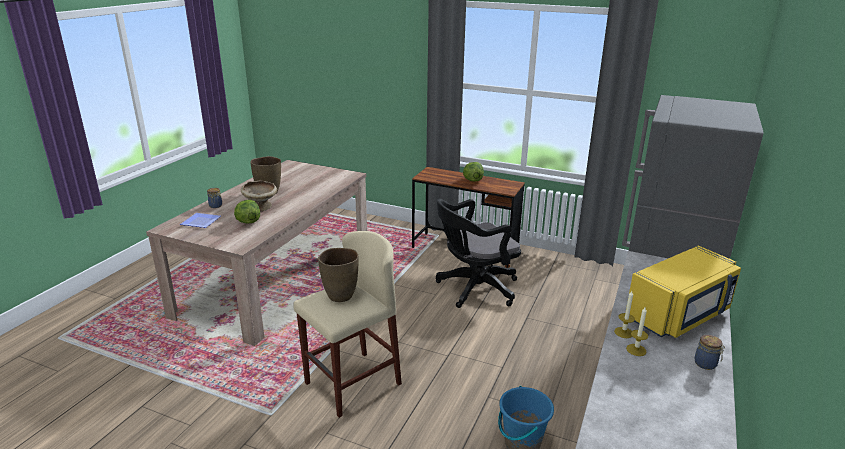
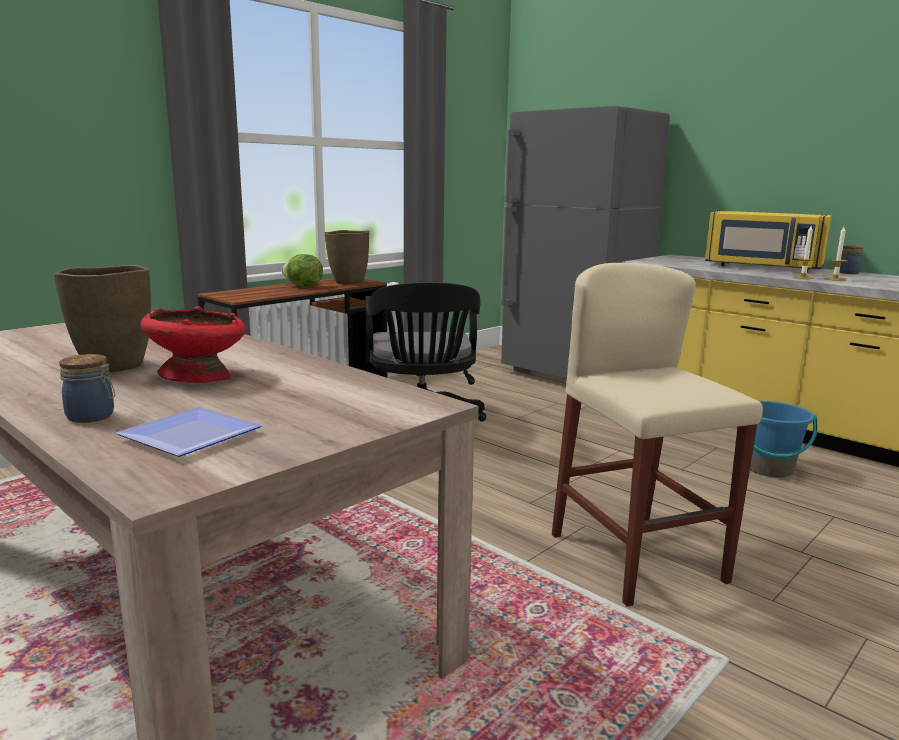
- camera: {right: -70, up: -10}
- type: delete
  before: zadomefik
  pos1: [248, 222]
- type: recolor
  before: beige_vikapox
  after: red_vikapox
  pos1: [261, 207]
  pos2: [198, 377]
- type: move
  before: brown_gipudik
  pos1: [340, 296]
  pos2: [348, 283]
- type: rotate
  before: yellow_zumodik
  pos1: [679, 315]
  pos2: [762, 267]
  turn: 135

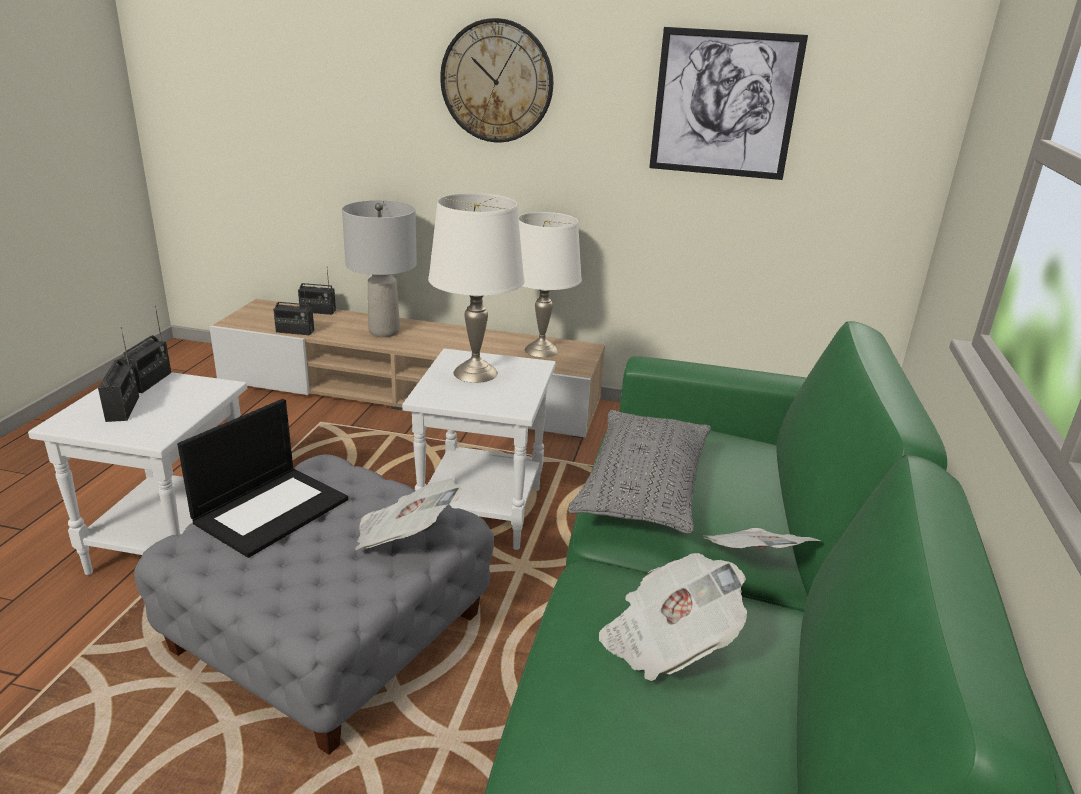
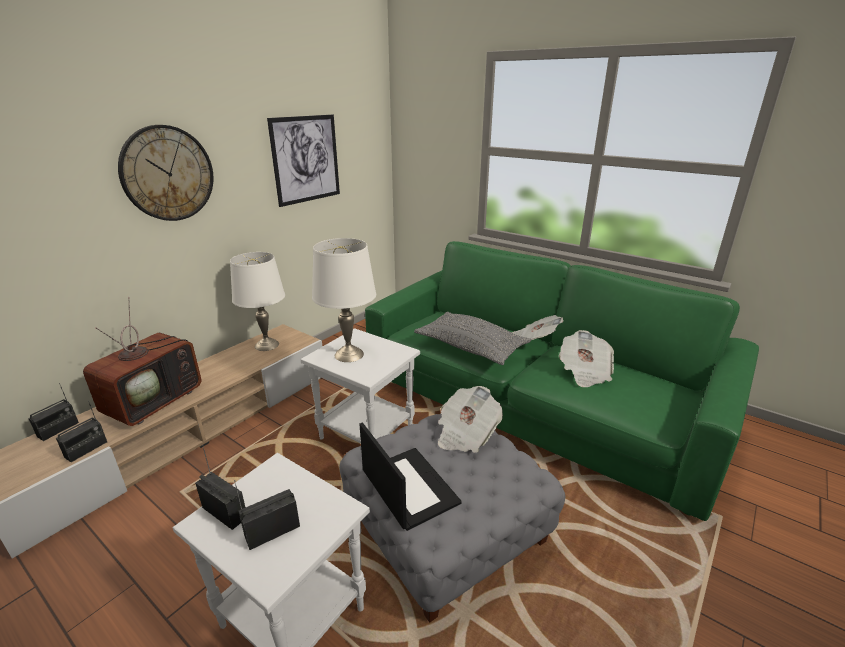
- camera: {right: -65, up: 0}
- type: rotate
  before: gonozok
  pos1: [123, 409]
  pos2: [272, 531]
  turn: -45
- type: replace
  before: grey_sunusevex
  after: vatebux
  pos1: [384, 331]
  pos2: [155, 400]

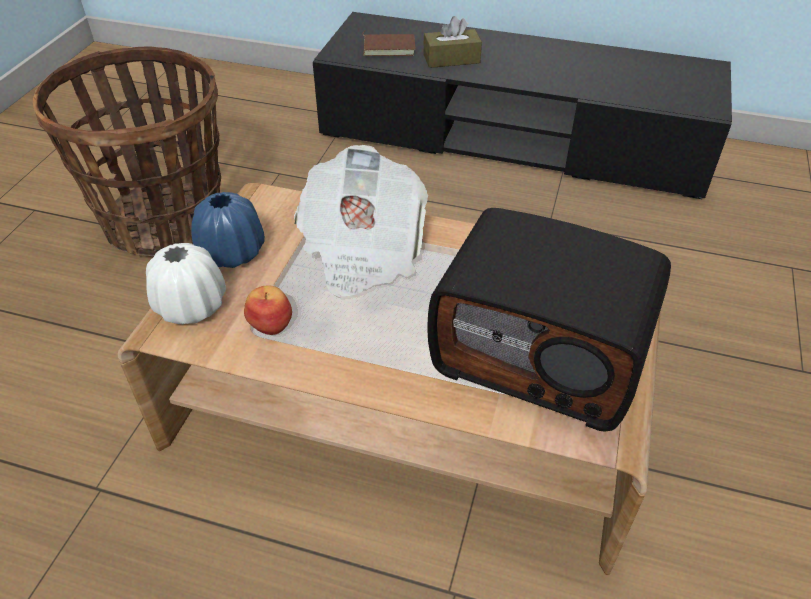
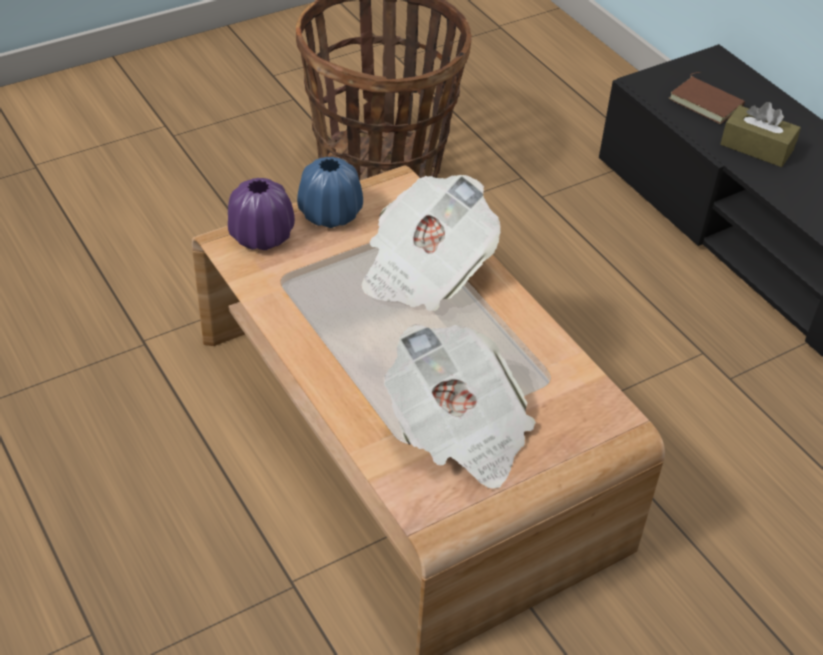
- camera: {right: 40, up: 0}
- type: recolor
  before: white_gipudik
  after: purple_gipudik
  pos1: [191, 307]
  pos2: [261, 236]
- type: delete
  before: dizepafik
  pos1: [271, 323]
- type: replace
  before: gonozok
  after: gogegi
  pos1: [542, 353]
  pos2: [459, 431]

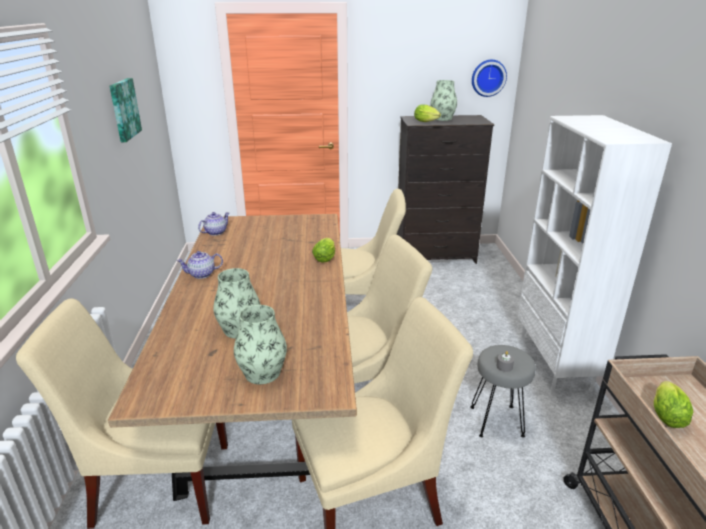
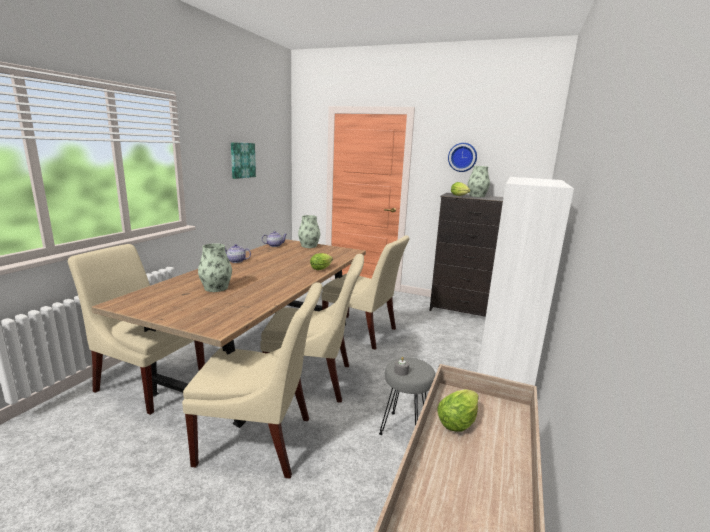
- camera: {right: 25, up: -10}
- type: move
  before: gipudik
  pos1: [262, 373]
  pos2: [309, 246]
- type: move
  before: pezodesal
  pos1: [488, 78]
  pos2: [462, 157]

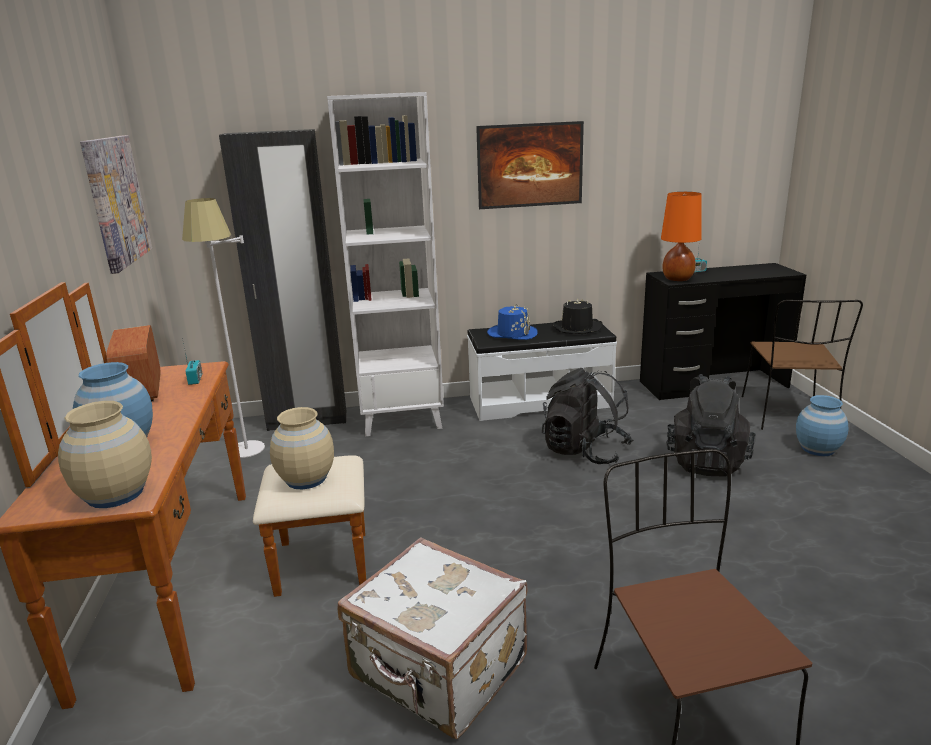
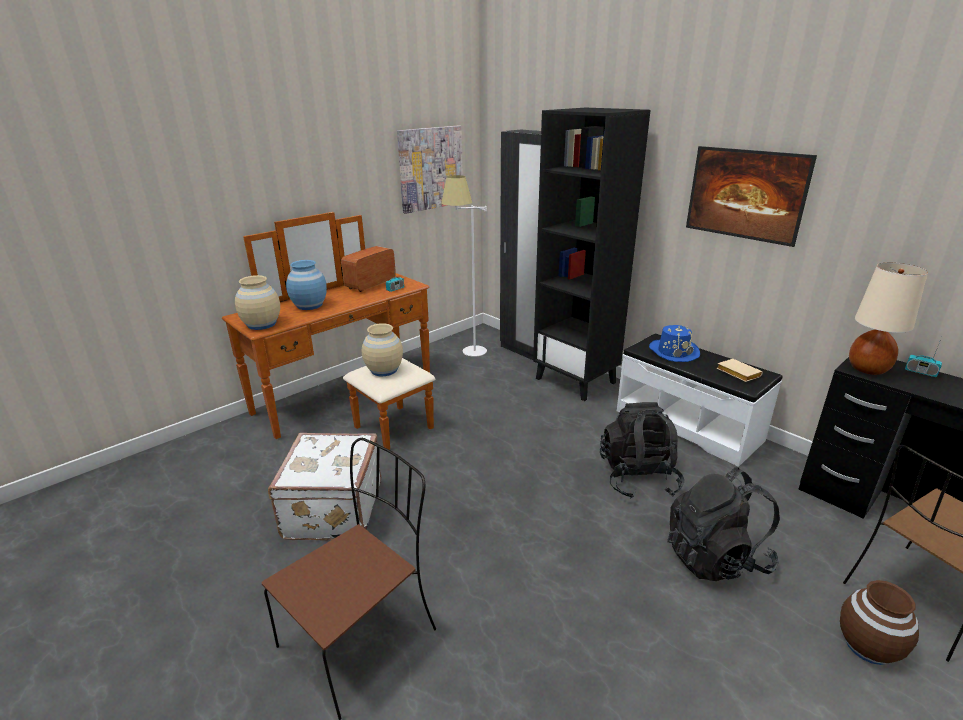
- camera: {right: 55, up: 5}
- type: recolor
  before: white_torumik
  after: black_torumik
  pos1: [402, 418]
  pos2: [576, 380]
- type: replace
  before: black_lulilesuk
  after: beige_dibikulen
  pos1: [577, 328]
  pos2: [736, 373]
- type: recolor
  before: orange_sunusevex
  after: beige_sunusevex
  pos1: [677, 279]
  pos2: [867, 369]
- type: recolor
  before: blue_gipudik
  after: brown_gipudik
  pos1: [817, 449]
  pos2: [868, 646]

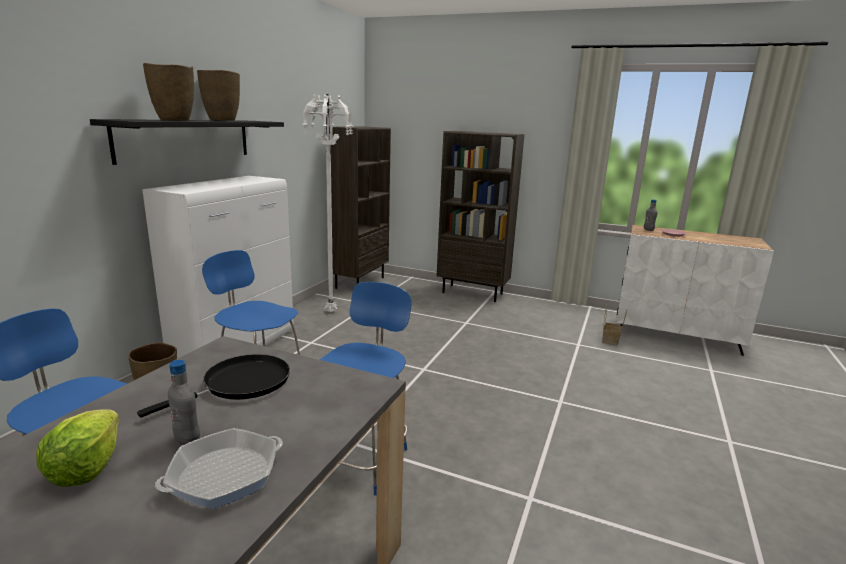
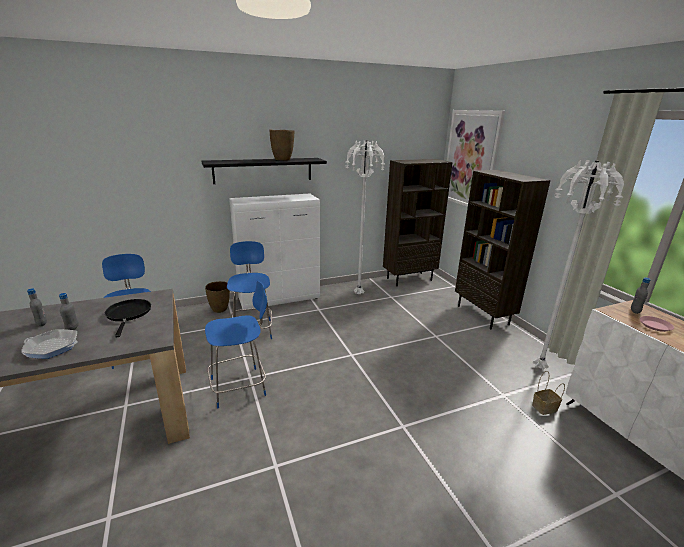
- camera: {right: 45, up: 5}
- type: replace
  before: zadomefik
  after: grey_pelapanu
  pos1: [87, 468]
  pos2: [42, 323]
- type: rotate
  before: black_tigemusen
  pos1: [241, 384]
  pos2: [128, 314]
  turn: -105
- type: delete
  before: brown_gipudik
  pos1: [174, 120]
- type: insert
  after: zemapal
  pos2: [471, 159]
- type: insert
  after: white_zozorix
  pos2: [540, 369]

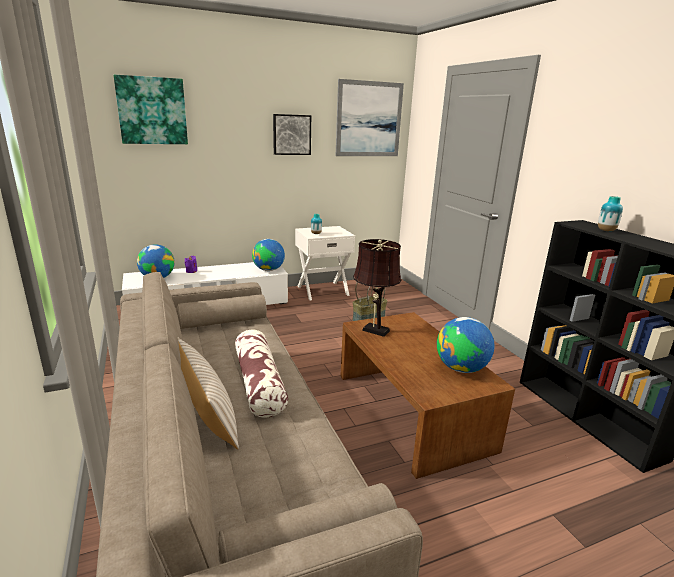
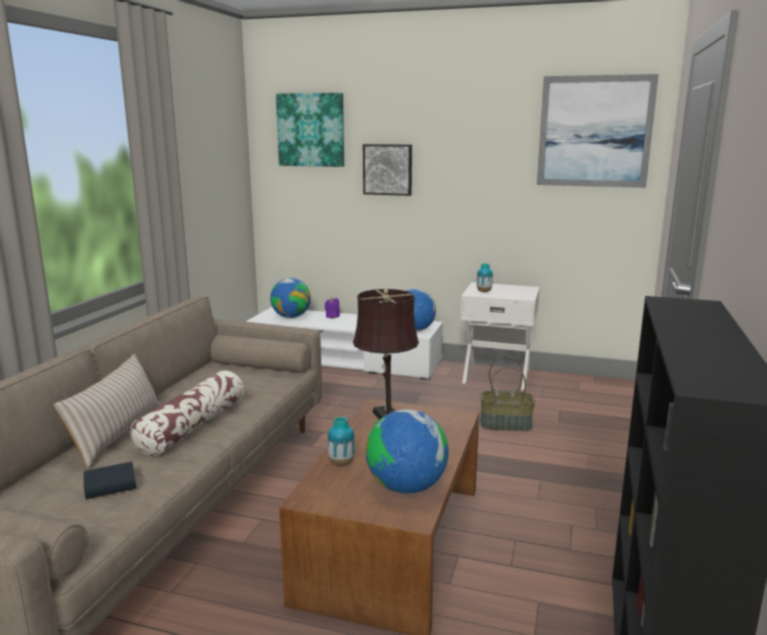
- camera: {right: 40, up: -5}
- type: move
  before: zemapal
  pos1: [291, 134]
  pos2: [388, 169]
- type: move
  before: gipudik
  pos1: [606, 230]
  pos2: [341, 463]
- type: insert
  after: dibikulen
  pos2: [110, 486]

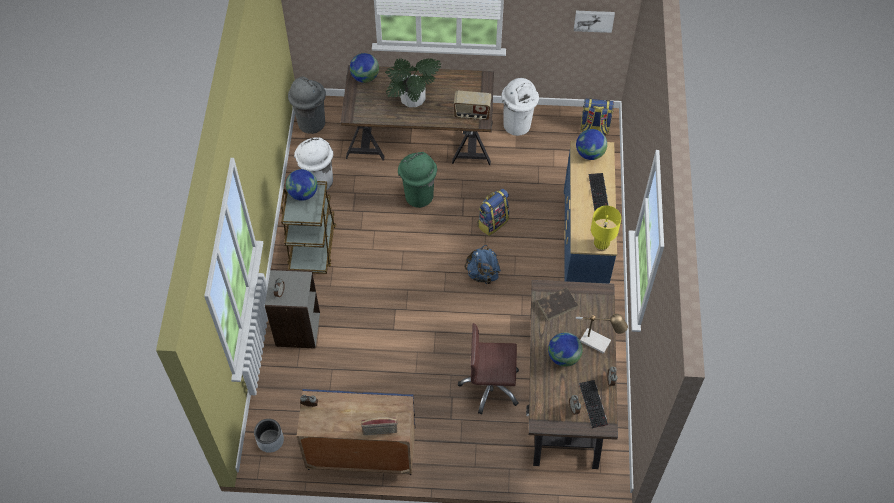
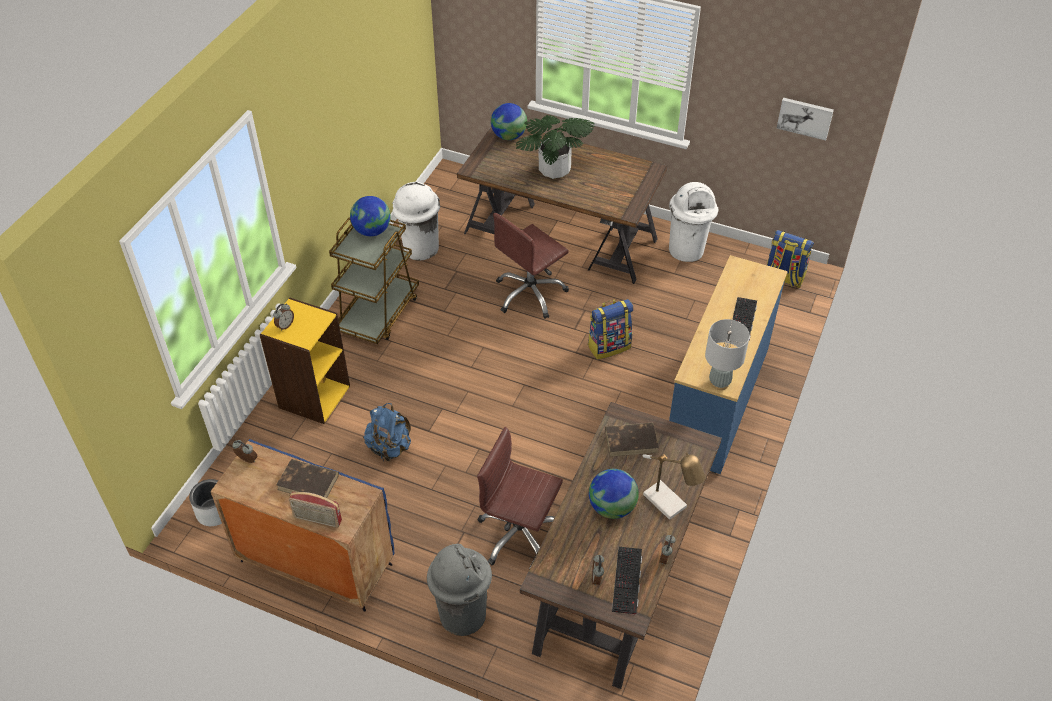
- camera: {right: 20, up: -10}
- type: recolor
  before: grey_torumik
  after: yellow_torumik
  pos1: [297, 329]
  pos2: [313, 396]
- type: move
  before: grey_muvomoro
  pos1: [311, 122]
  pos2: [462, 614]
- type: replace
  before: green_muvomoro
  after: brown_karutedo
  pos1: [418, 196]
  pos2: [530, 294]
- type: delete
  before: gonozok
  pos1: [472, 114]
- type: move
  before: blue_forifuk
  pos1: [483, 274]
  pos2: [389, 448]
- type: delete
  before: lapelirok
  pos1: [590, 153]
- type: recolor
  before: yellow_sunusevex
  after: grey_sunusevex
  pos1: [601, 245]
  pos2: [719, 383]
- type: insert
  after: brown_dibikulen
  pos2: [309, 482]

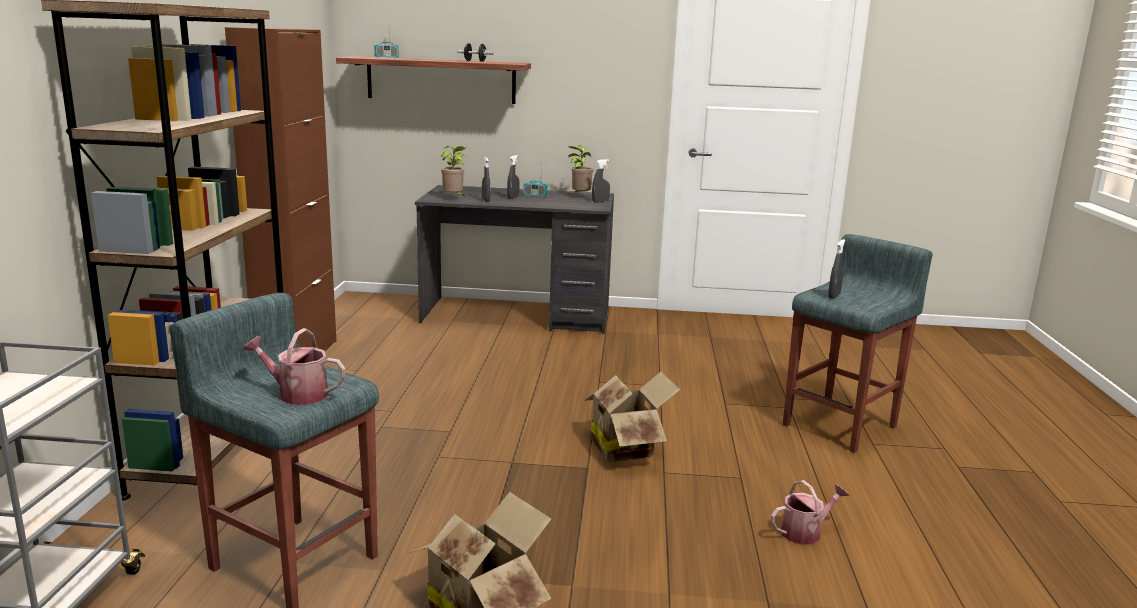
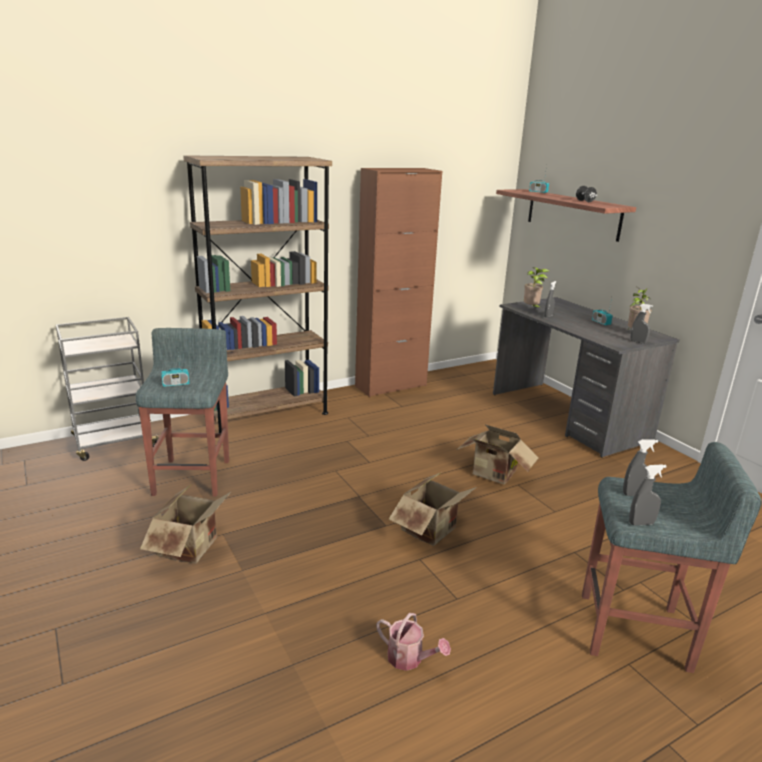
- camera: {right: 55, up: 5}
- type: replace
  before: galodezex
  after: gonozok
  pos1: [297, 394]
  pos2: [175, 384]
- type: move
  before: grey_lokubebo
  pos1: [513, 198]
  pos2: [641, 523]
- type: insert
  after: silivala
  pos2: [494, 475]

